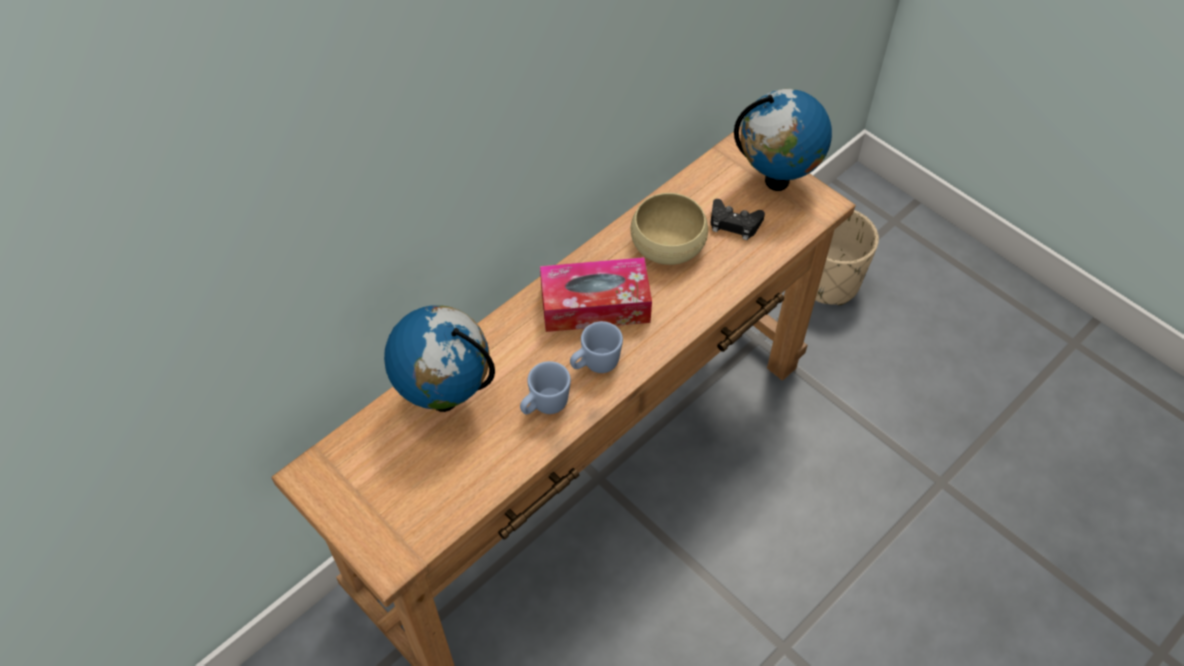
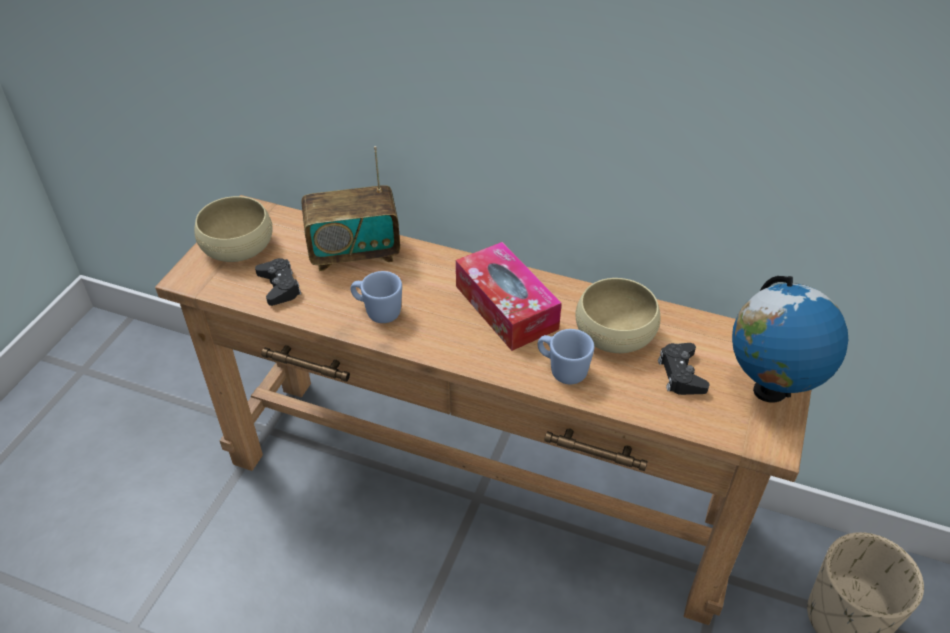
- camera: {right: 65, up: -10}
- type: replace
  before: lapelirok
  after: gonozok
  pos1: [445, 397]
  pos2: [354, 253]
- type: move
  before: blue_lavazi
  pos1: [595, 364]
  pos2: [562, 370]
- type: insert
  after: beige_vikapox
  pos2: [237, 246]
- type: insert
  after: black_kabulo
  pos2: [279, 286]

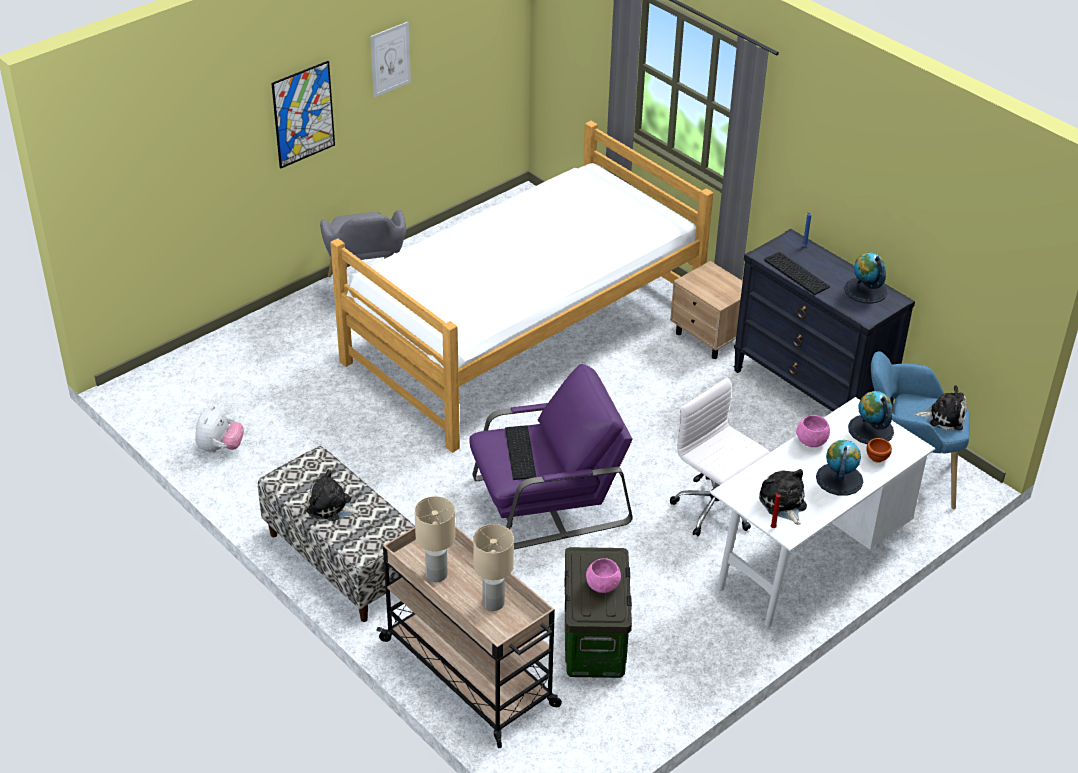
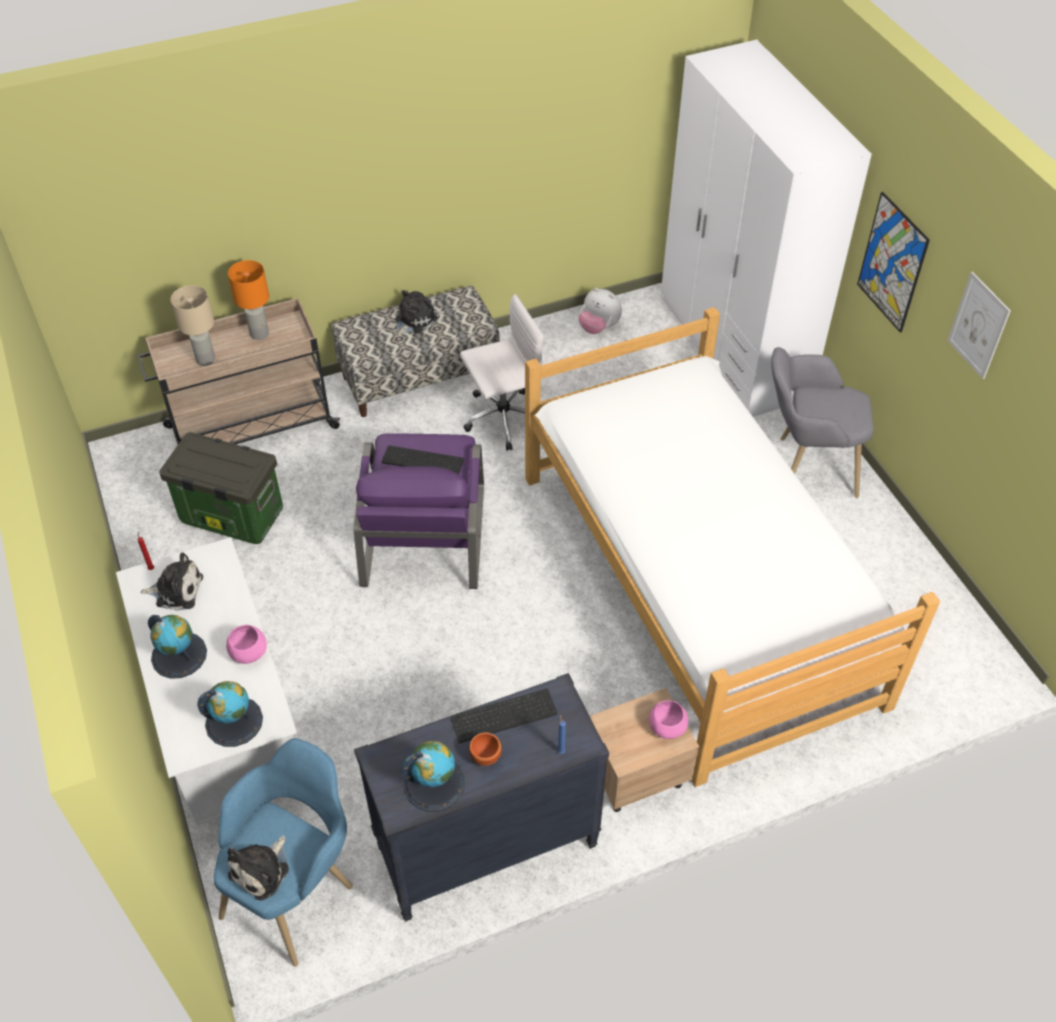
- camera: {right: 110, up: 10}
- type: recolor
  before: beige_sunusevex
  after: orange_sunusevex
  pos1: [436, 575]
  pos2: [259, 333]
- type: move
  before: pink_vikapox
  pos1: [602, 586]
  pos2: [666, 727]
- type: move
  before: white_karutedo
  pos1: [716, 508]
  pos2: [501, 418]
- type: move
  before: brown_vikapox
  pos1: [877, 457]
  pos2: [486, 757]
- type: insert
  after: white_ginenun
  pos2: [733, 347]

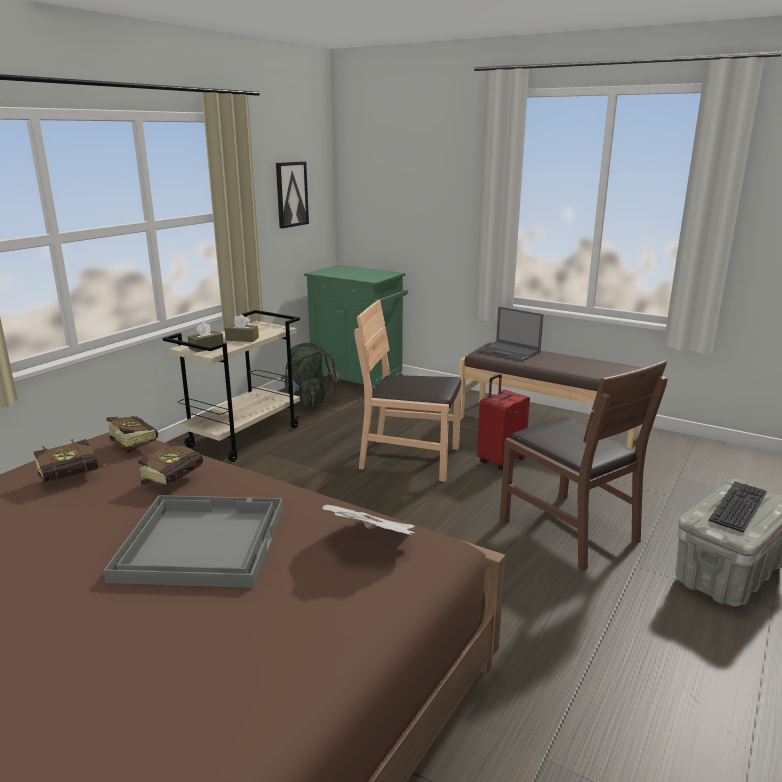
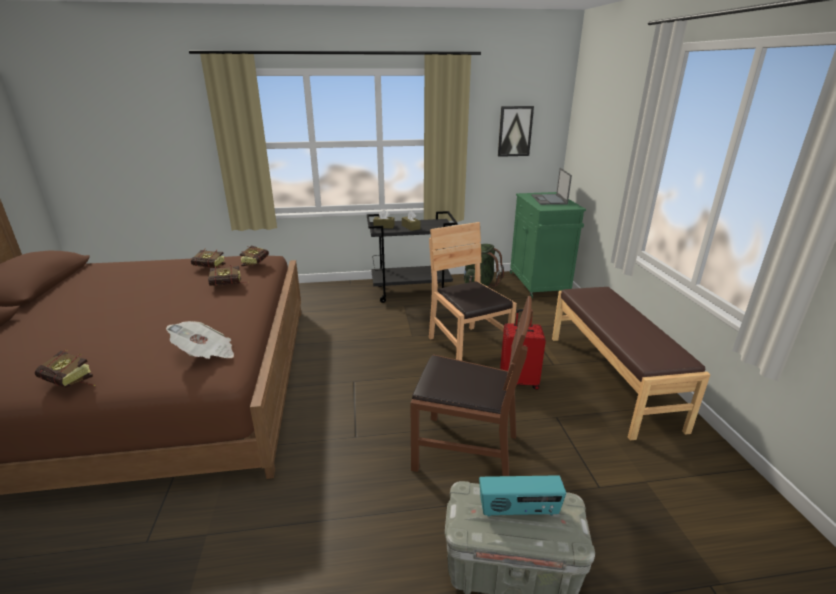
- camera: {right: 50, up: 5}
- type: delete
  before: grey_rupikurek
  pos1: [201, 541]
- type: recolor
  before: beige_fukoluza
  after: black_fukoluza
  pos1: [244, 436]
  pos2: [411, 292]
- type: move
  before: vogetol
  pos1: [509, 351]
  pos2: [549, 200]
- type: rotate
  before: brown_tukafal
  pos1: [569, 530]
  pos2: [465, 450]
  turn: -90
- type: replace
  before: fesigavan
  after: gonozok
  pos1: [737, 505]
  pos2: [518, 510]
- type: insert
  after: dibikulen
  pos2: [71, 383]

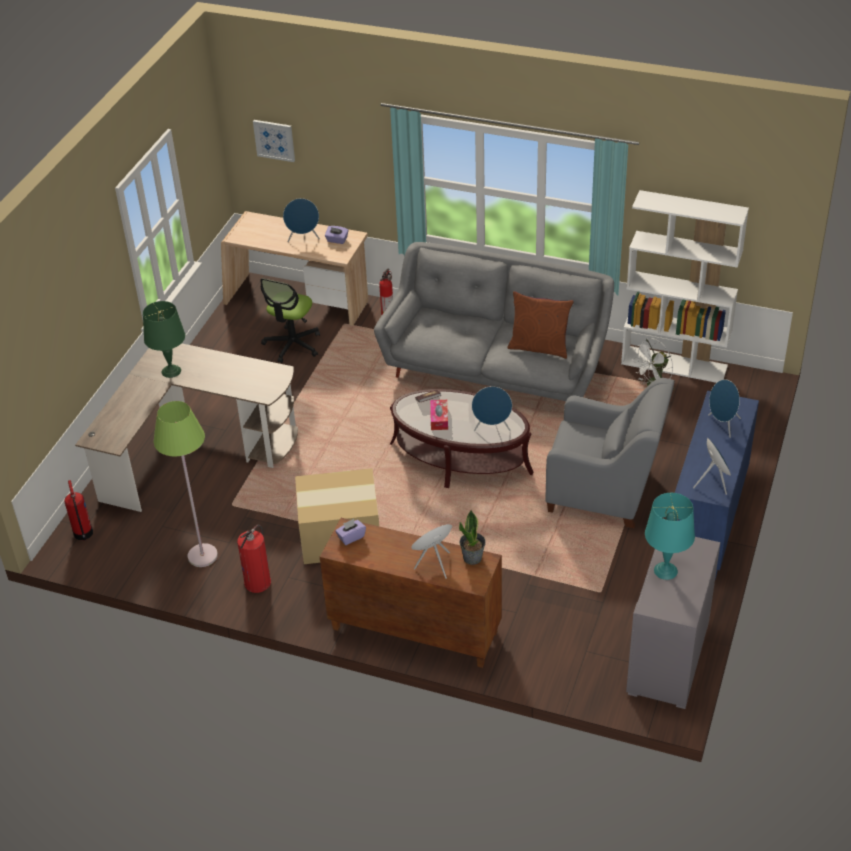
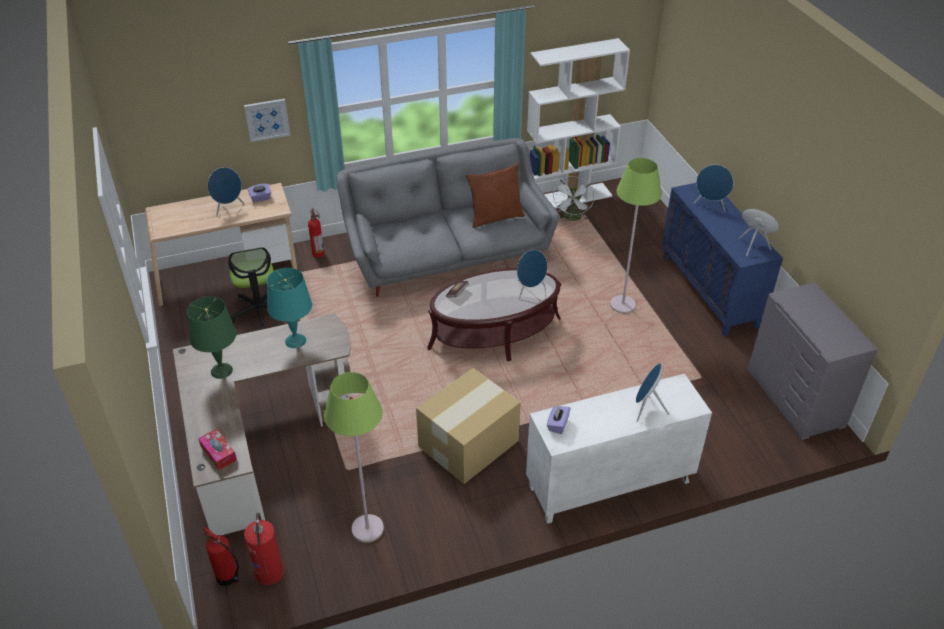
- camera: {right: -40, up: 0}
- type: move
  before: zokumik
  pos1: [258, 582]
  pos2: [269, 571]
- type: move
  before: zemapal
  pos1: [274, 140]
  pos2: [267, 119]
- type: recolor
  before: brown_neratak
  after: white_neratak
  pos1: [413, 631]
  pos2: [609, 485]
- type: move
  before: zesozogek
  pos1: [439, 418]
  pos2: [218, 453]
- type: delete
  before: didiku
  pos1: [473, 558]
- type: replace
  before: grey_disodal
  after: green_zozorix
  pos1: [605, 491]
  pos2: [623, 305]
- type: move
  before: turquoise_sunusevex
  pos1: [665, 570]
  pos2: [295, 341]

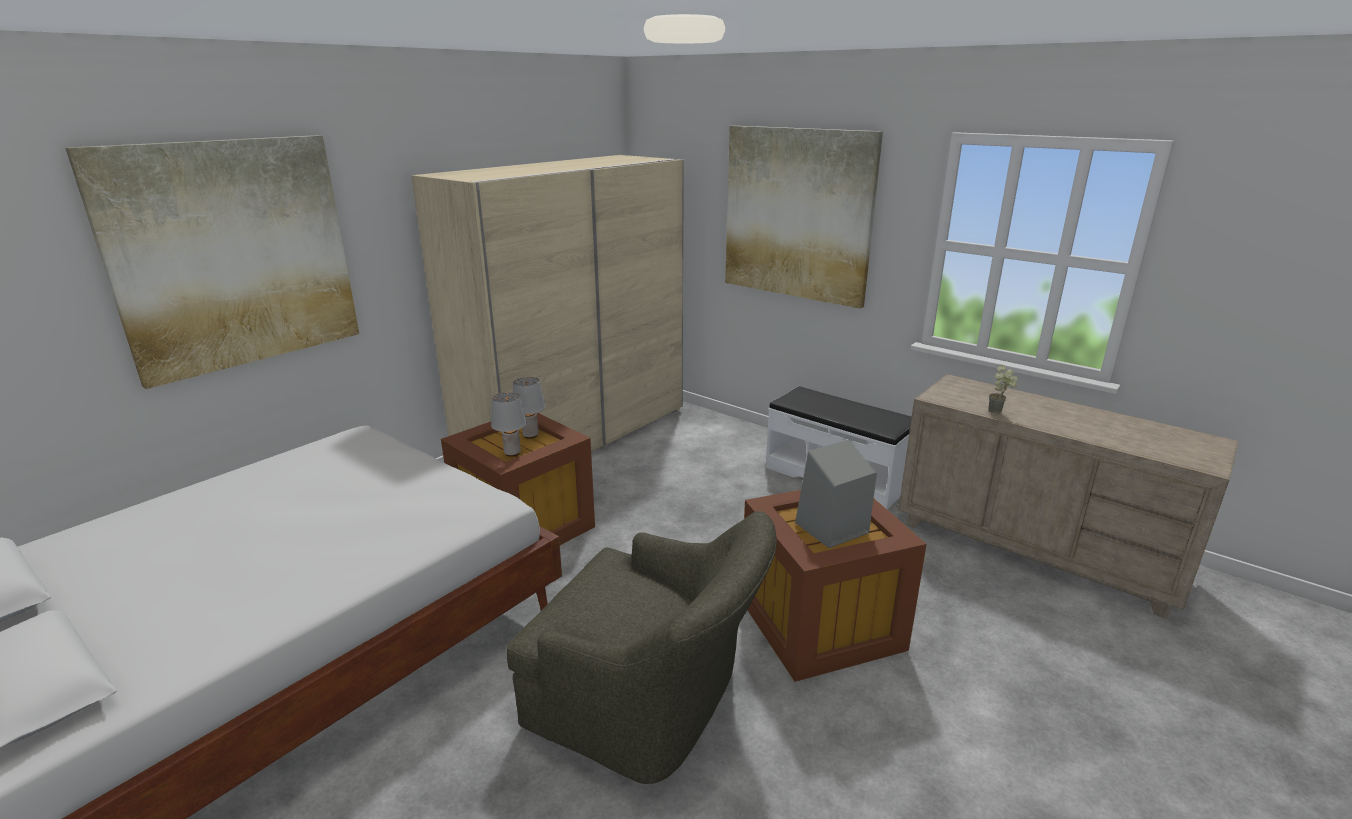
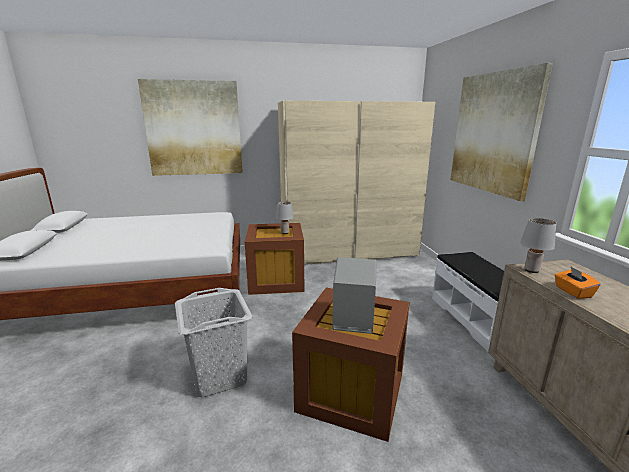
- camera: {right: 40, up: -5}
- type: move
  before: grey_sunusevex
  pos1: [512, 453]
  pos2: [531, 270]
- type: replace
  before: green_disodal
  after: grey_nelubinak
  pos1: [651, 702]
  pos2: [219, 376]
- type: replace
  before: didiku
  after: orange_zesozogek
  pos1: [998, 412]
  pos2: [572, 292]

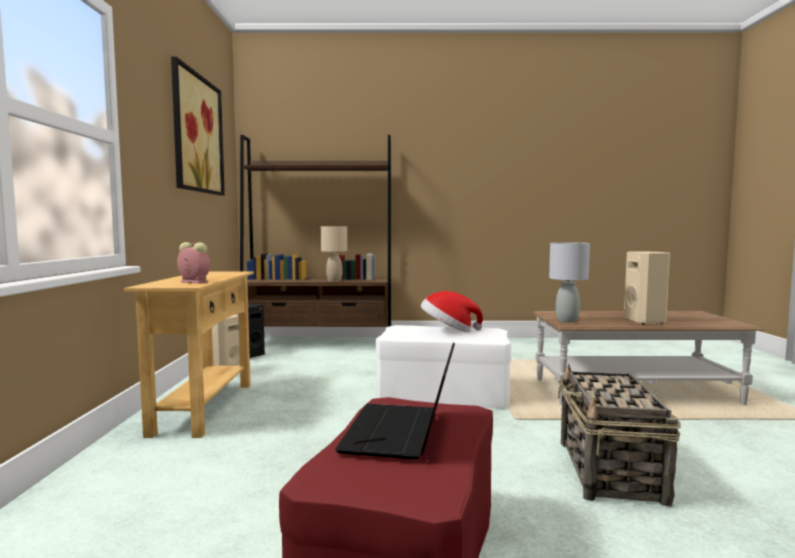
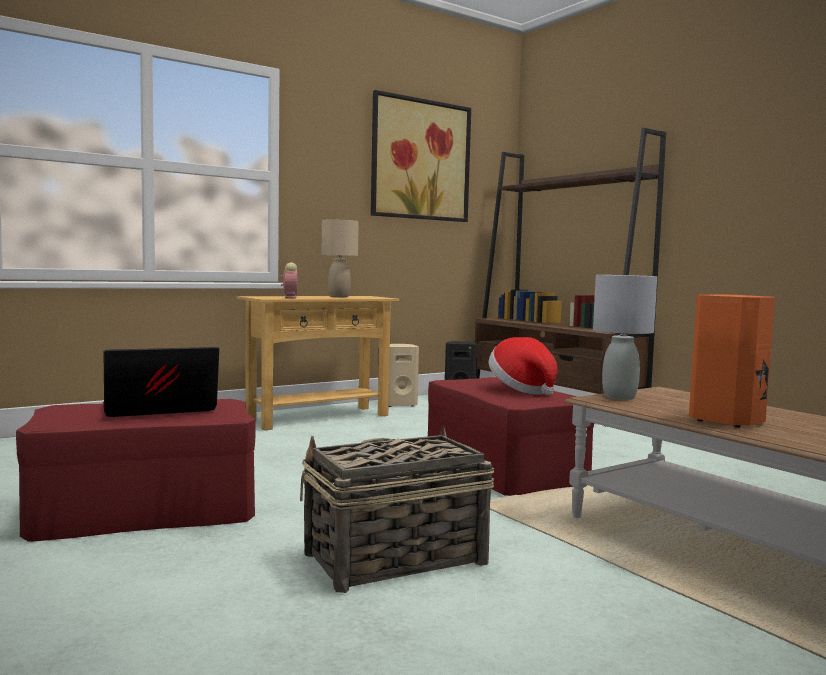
- camera: {right: 55, up: 0}
- type: move
  before: beige_sunusevex
  pos1: [334, 281]
  pos2: [338, 297]
- type: recolor
  before: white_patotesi
  after: red_patotesi
  pos1: [443, 392]
  pos2: [504, 467]
- type: recolor
  before: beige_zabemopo
  after: orange_zabemopo
  pos1: [646, 321]
  pos2: [729, 421]

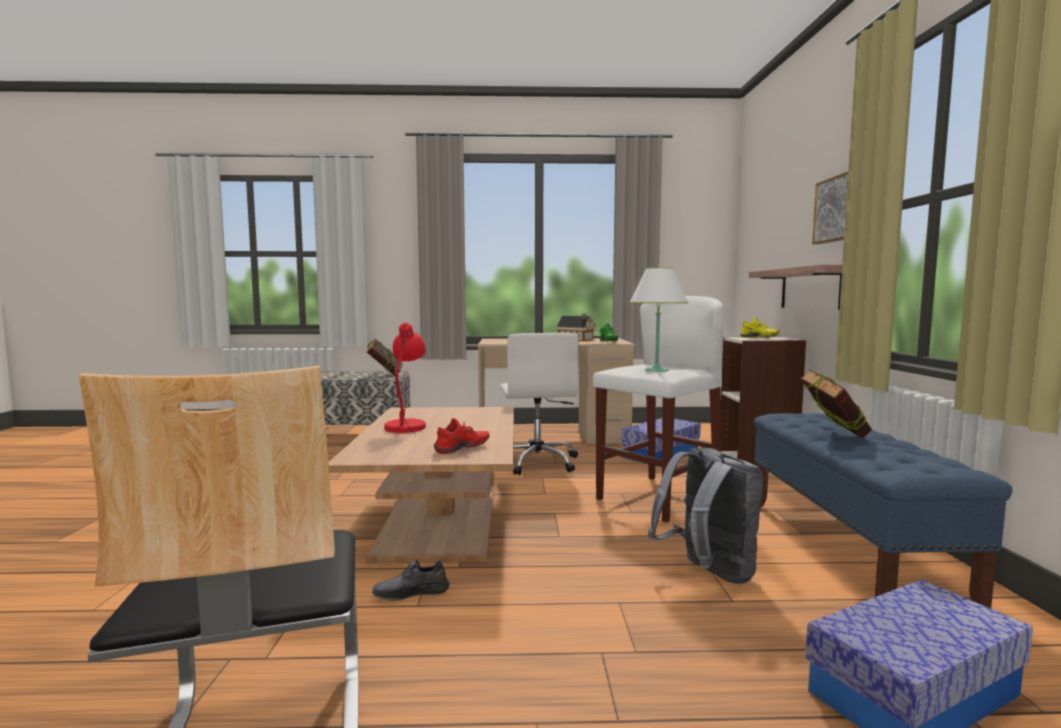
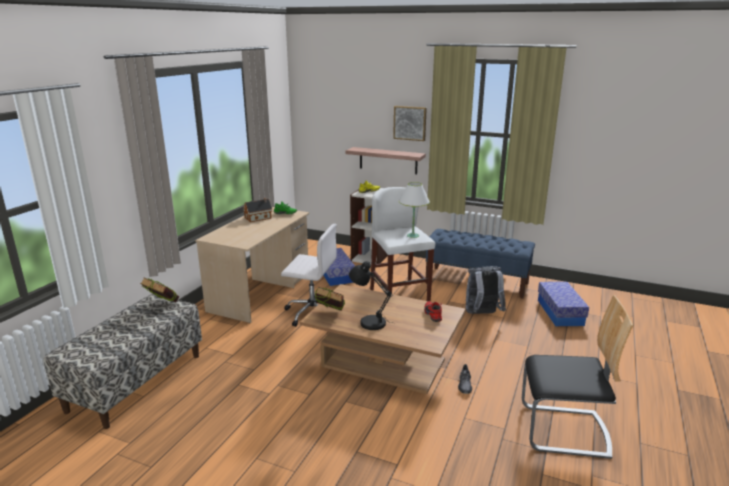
- camera: {right: -65, up: 15}
- type: recolor
  before: red_sunusevex
  after: black_sunusevex
  pos1: [407, 427]
  pos2: [369, 322]
- type: move
  before: dibikulen
  pos1: [833, 435]
  pos2: [330, 314]

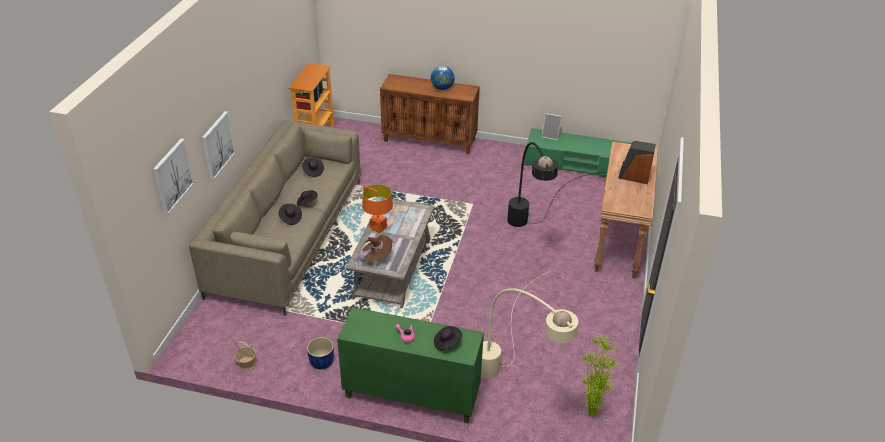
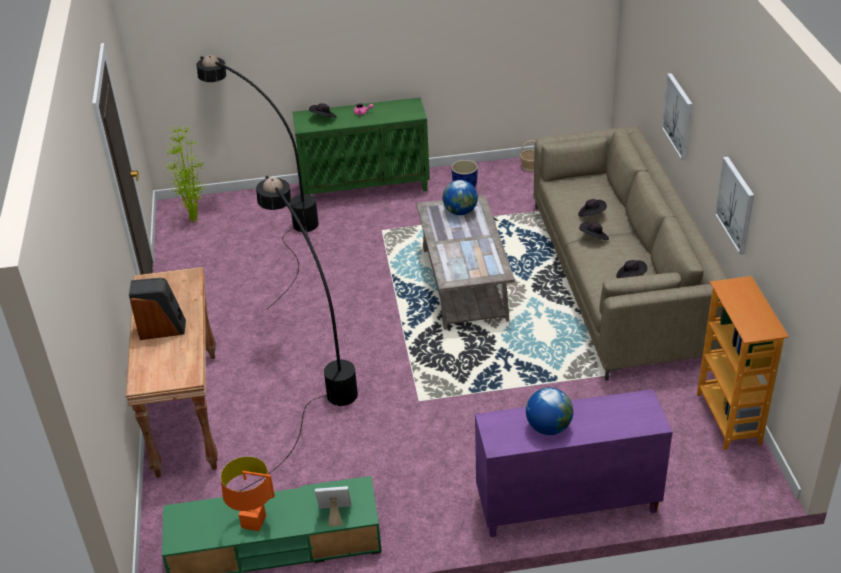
- camera: {right: 160, up: 0}
- type: move
  before: zemapal
  pos1: [172, 176]
  pos2: [736, 204]
- type: replace
  before: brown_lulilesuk
  after: lapelirok
  pos1: [376, 257]
  pos2: [460, 212]
- type: move
  before: orange_sunusevex
  pos1: [378, 228]
  pos2: [254, 523]
- type: recolor
  before: brown_neratak
  after: purple_neratak
  pos1: [430, 140]
  pos2: [566, 506]
- type: recolor
  before: beige_zozorix
  after: black_zozorix
  pos1: [516, 382]
  pos2: [272, 223]

